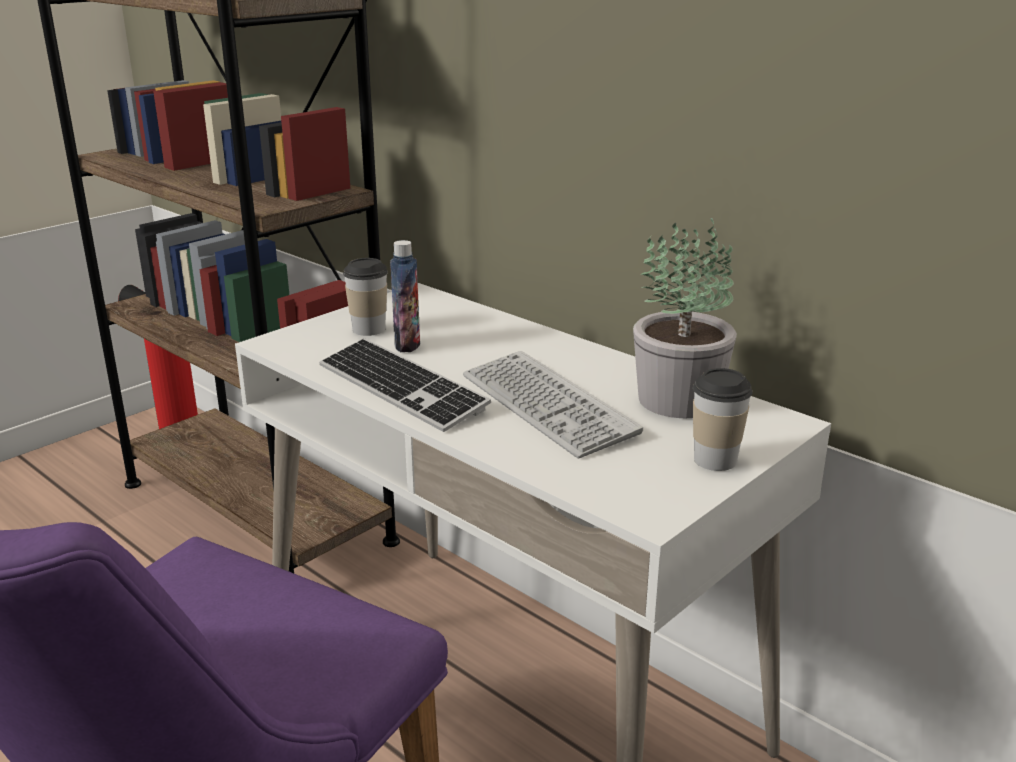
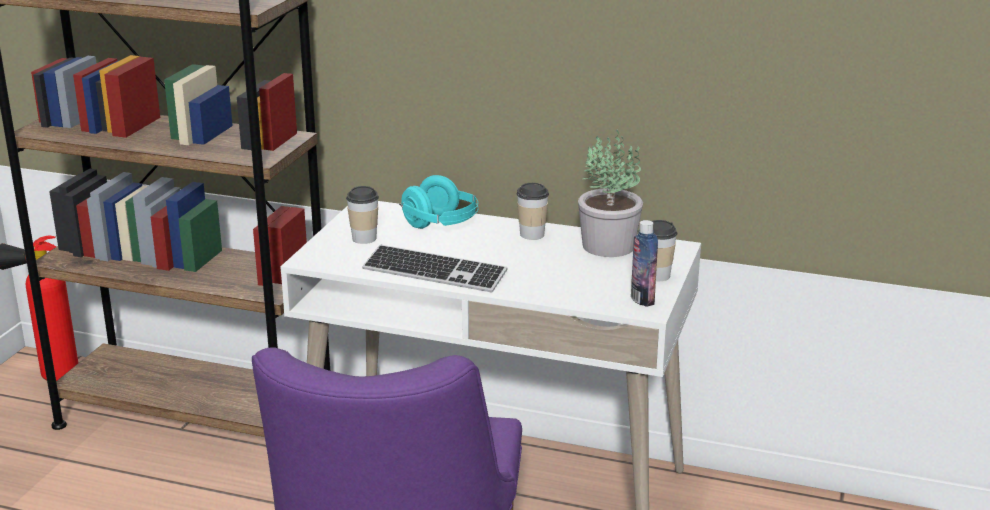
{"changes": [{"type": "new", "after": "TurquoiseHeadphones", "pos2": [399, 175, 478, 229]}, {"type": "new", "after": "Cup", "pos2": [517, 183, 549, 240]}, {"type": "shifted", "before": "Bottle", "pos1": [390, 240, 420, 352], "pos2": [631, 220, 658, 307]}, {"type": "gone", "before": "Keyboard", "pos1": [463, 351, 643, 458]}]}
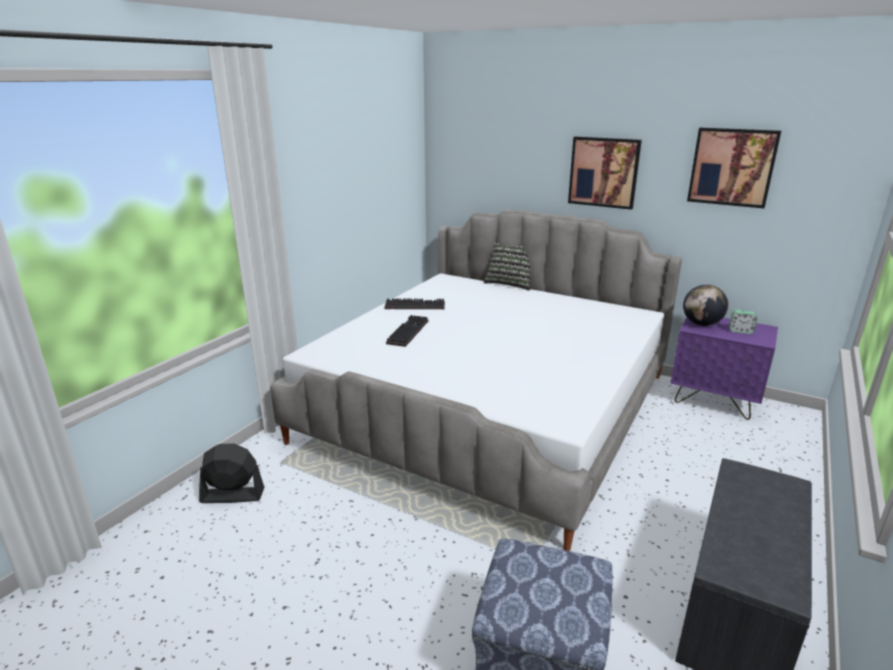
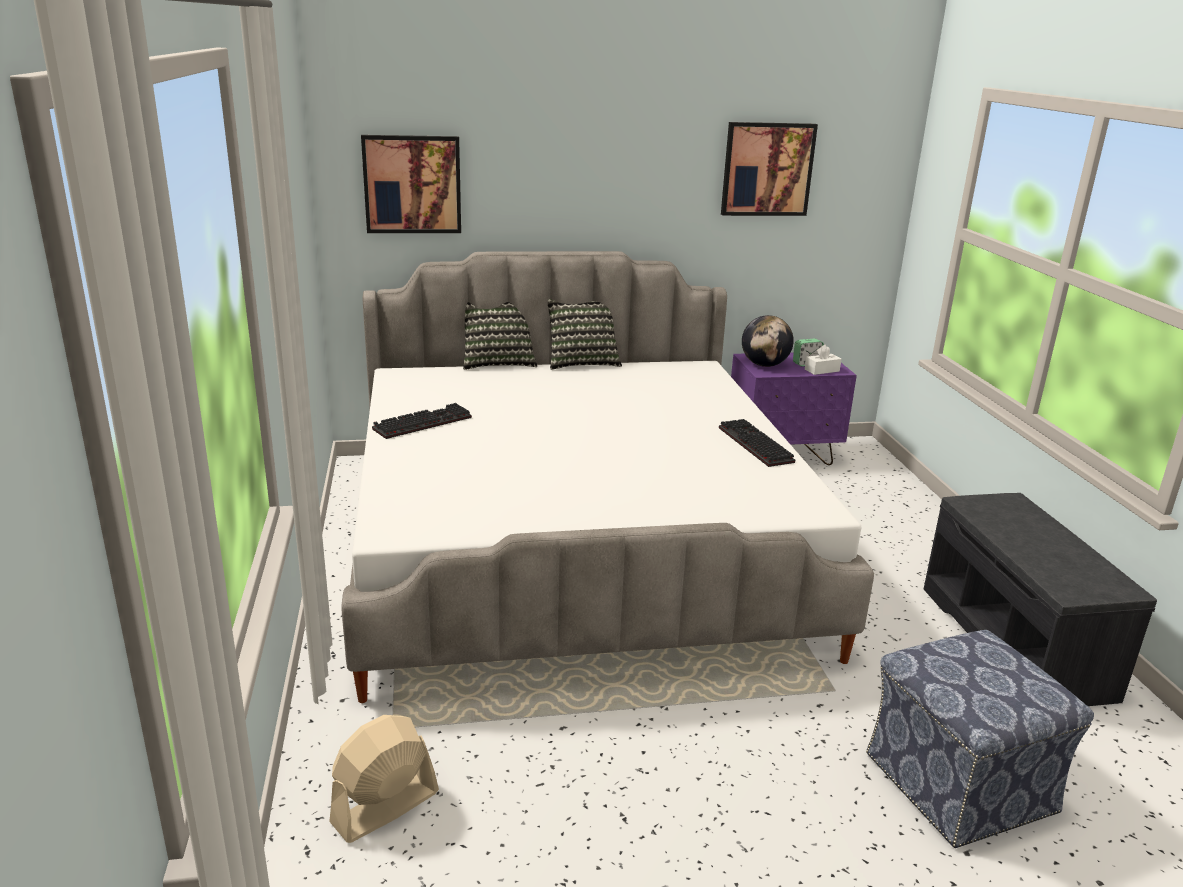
{"changes": [{"type": "repainted", "before": "BlackFan", "after": "BeigeFan", "pos1": [199, 443, 264, 503], "pos2": [329, 715, 439, 843]}, {"type": "shifted", "before": "Picture", "pos1": [568, 137, 642, 210], "pos2": [361, 135, 461, 233]}, {"type": "new", "after": "Pillow", "pos2": [548, 299, 622, 370]}, {"type": "shifted", "before": "Keyboard", "pos1": [386, 315, 428, 347], "pos2": [719, 419, 795, 467]}, {"type": "new", "after": "WhiteTissueBox", "pos2": [805, 345, 841, 375]}]}
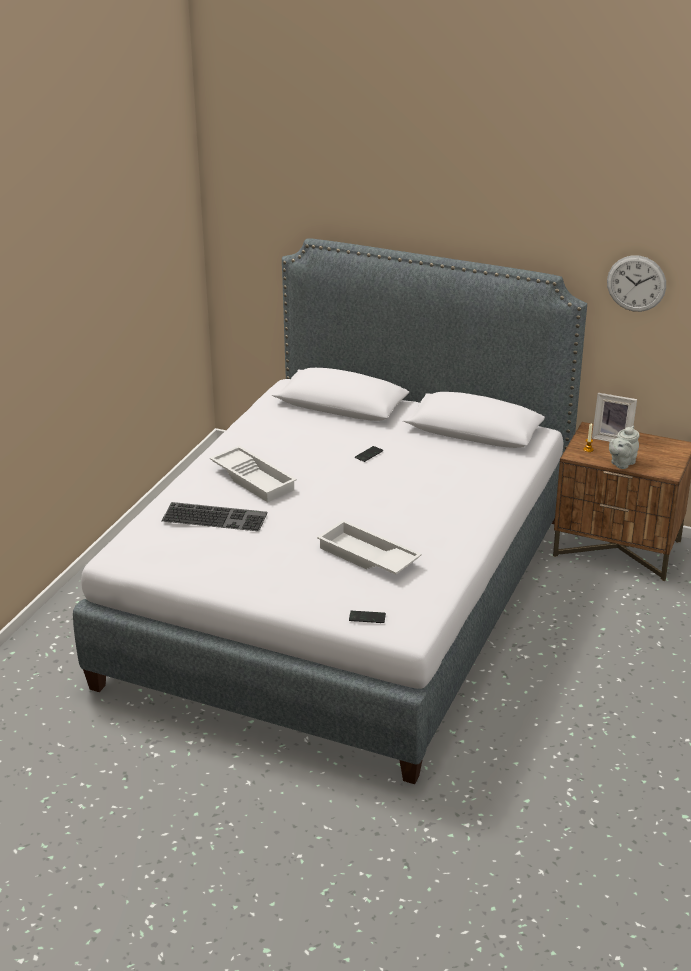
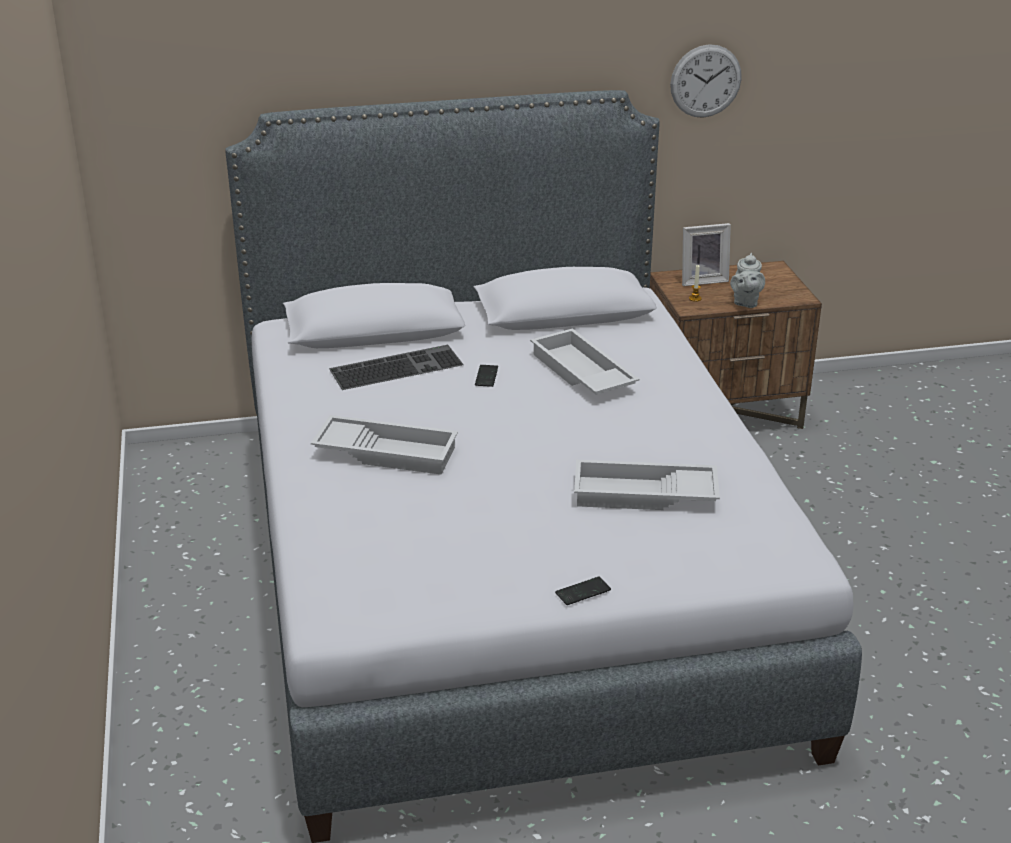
{"changes": [{"type": "shifted", "before": "Keyboard", "pos1": [162, 502, 267, 532], "pos2": [329, 345, 464, 390]}, {"type": "new", "after": "WhiteTray", "pos2": [530, 328, 639, 395]}, {"type": "shifted", "before": "Phone", "pos1": [349, 611, 386, 623], "pos2": [555, 577, 611, 605]}]}
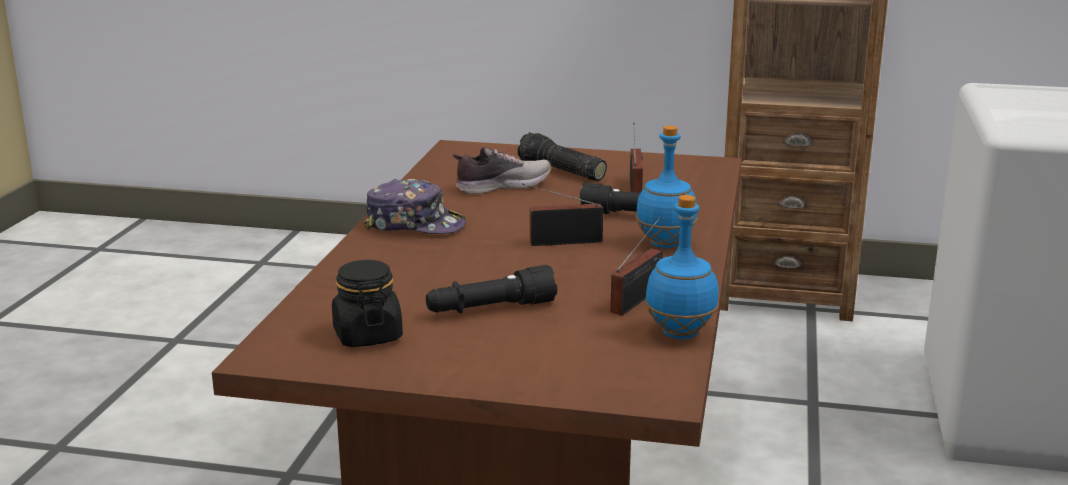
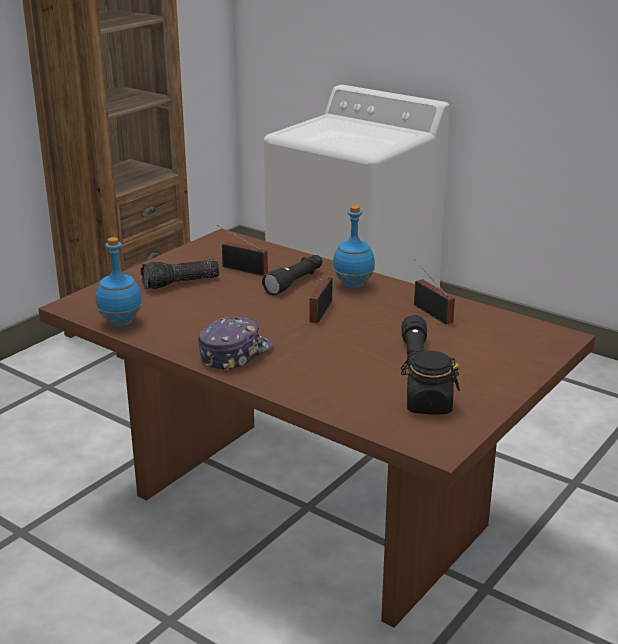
{"changes": [{"type": "shifted", "before": "BlueBottle", "pos1": [645, 195, 719, 339], "pos2": [95, 237, 142, 327]}, {"type": "gone", "before": "Shoe", "pos1": [453, 147, 551, 194]}]}
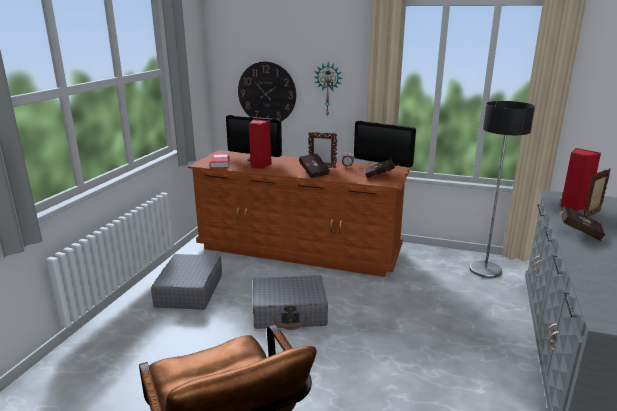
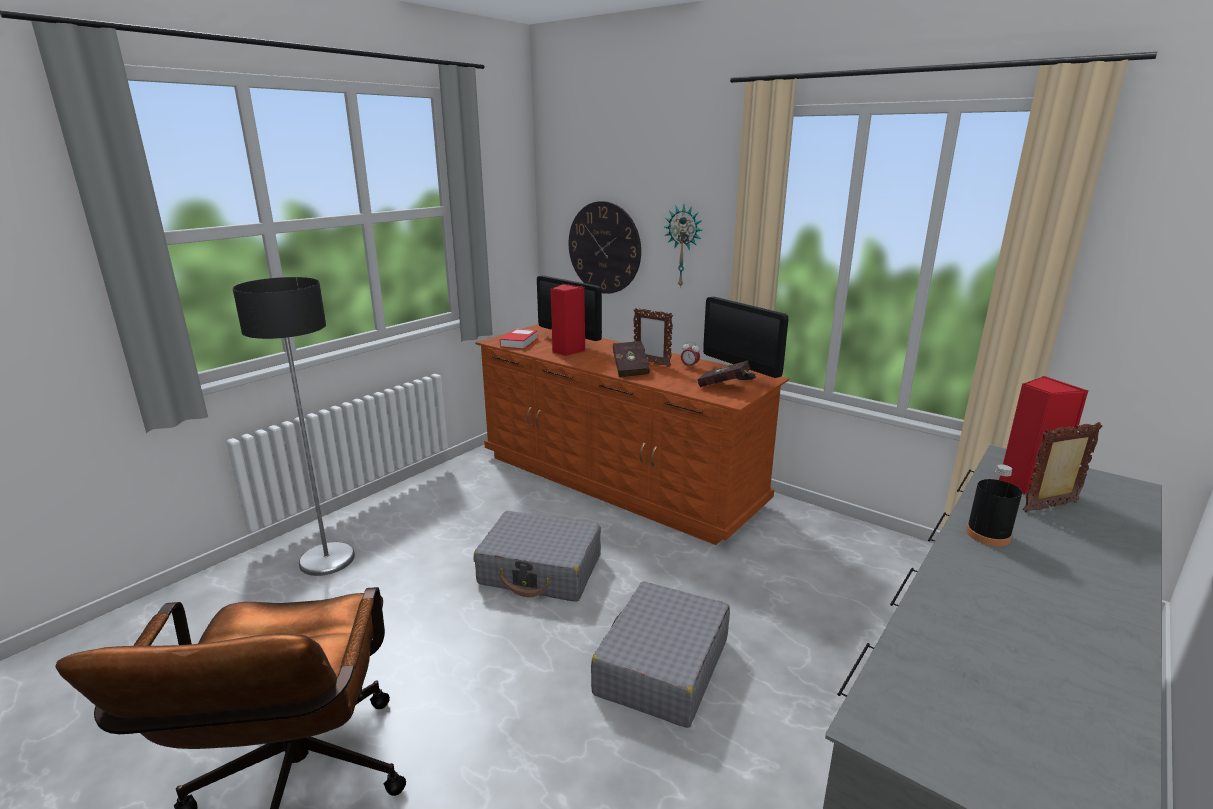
{"changes": [{"type": "shifted", "before": "FloorLamp", "pos1": [469, 101, 535, 278], "pos2": [233, 277, 355, 576]}, {"type": "shifted", "before": "GreySuitcase", "pos1": [151, 254, 222, 310], "pos2": [591, 581, 730, 728]}, {"type": "swapped", "before": "RedBook", "after": "BlackBottle", "pos1": [556, 206, 605, 241], "pos2": [966, 464, 1022, 546]}]}
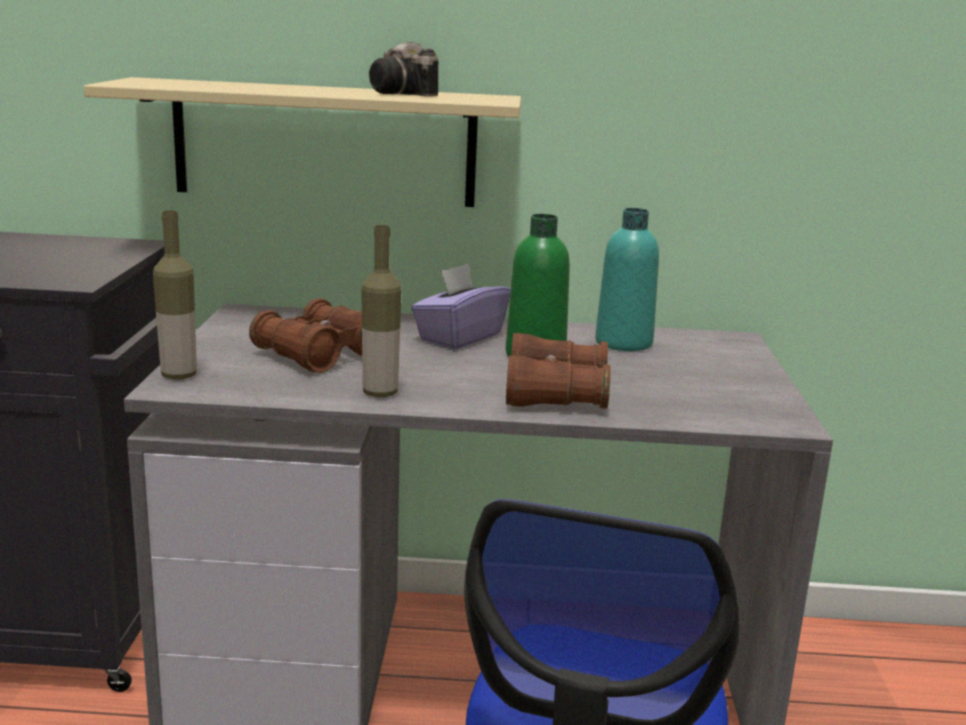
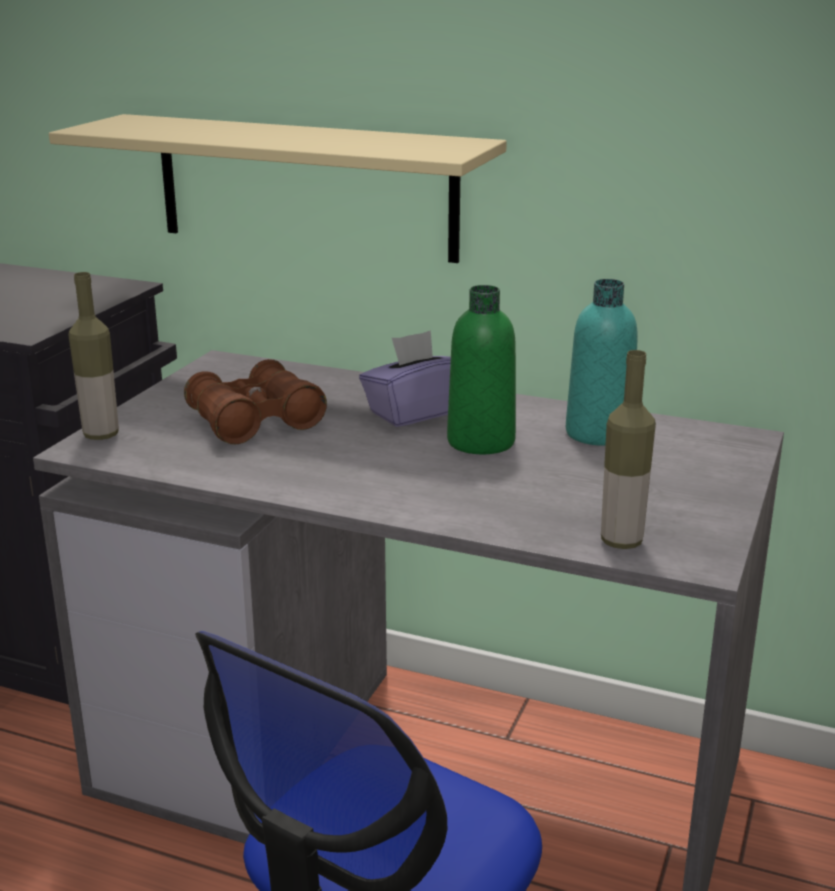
{"changes": [{"type": "shifted", "before": "Bottle", "pos1": [361, 225, 402, 397], "pos2": [601, 350, 656, 549]}, {"type": "gone", "before": "PhotoCamera", "pos1": [369, 42, 438, 97]}, {"type": "gone", "before": "BrownBinoculars", "pos1": [506, 333, 611, 409]}]}
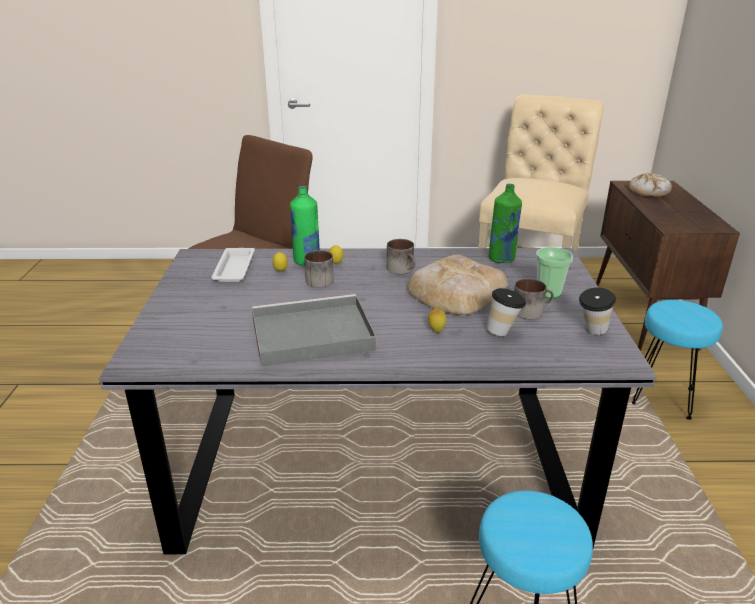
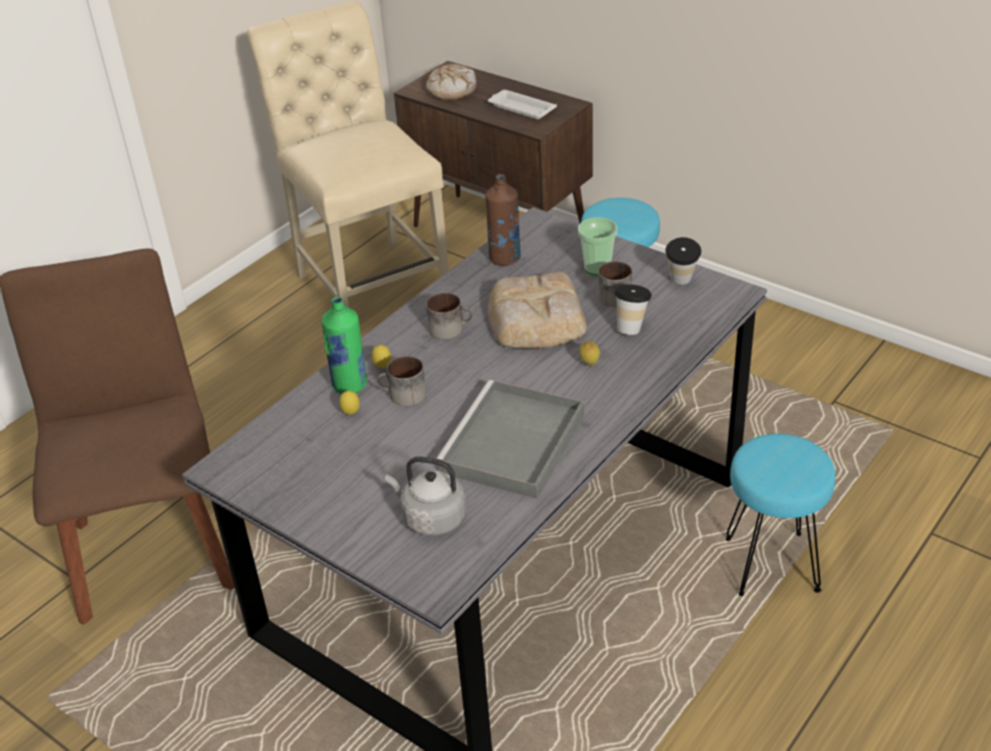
{"changes": [{"type": "new", "after": "GreyKettle", "pos2": [385, 456, 466, 536]}, {"type": "repainted", "before": "GreenBottle", "after": "BrownBottle", "pos1": [489, 184, 522, 263], "pos2": [485, 174, 521, 266]}, {"type": "shifted", "before": "WhiteTray", "pos1": [211, 248, 255, 282], "pos2": [488, 90, 557, 119]}]}
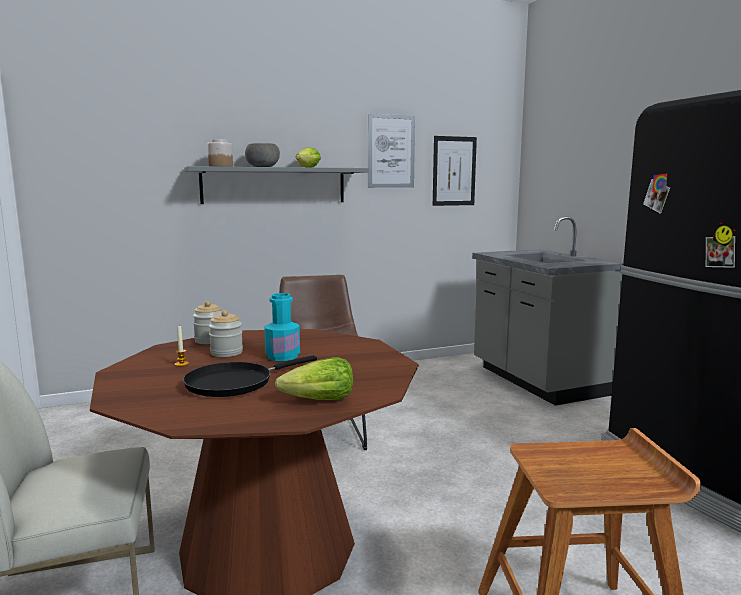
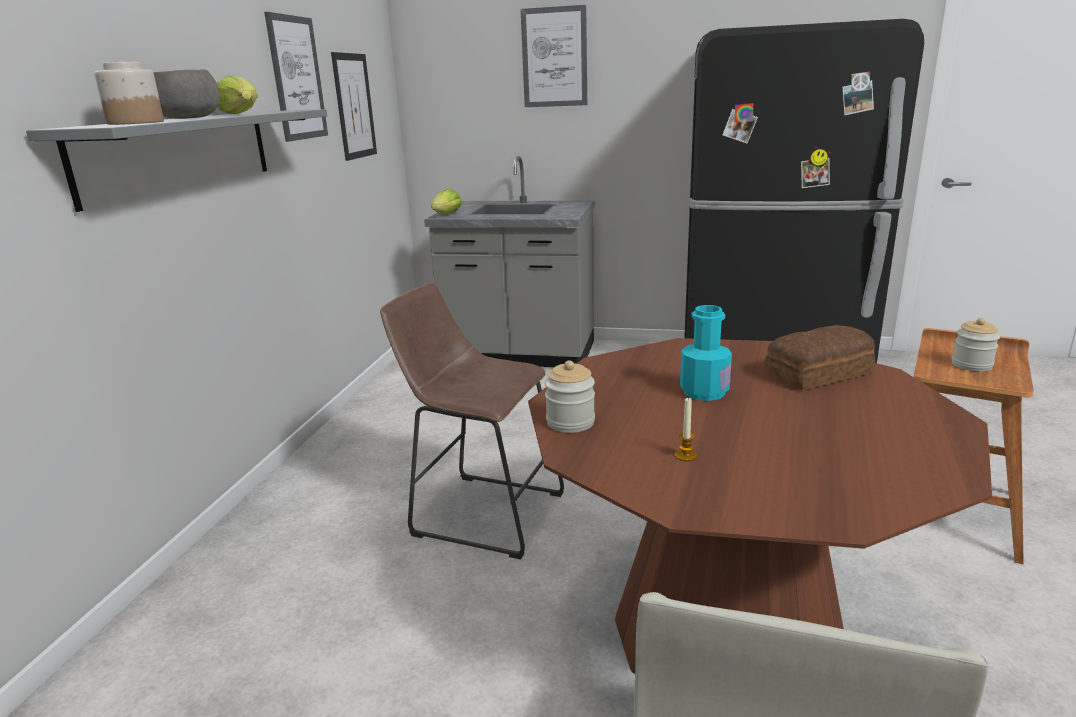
{"changes": [{"type": "shifted", "before": "Lettuce", "pos1": [275, 357, 353, 400], "pos2": [431, 189, 462, 214]}, {"type": "new", "after": "Picture", "pos2": [521, 5, 587, 107]}, {"type": "new", "after": "Bread", "pos2": [764, 325, 875, 390]}, {"type": "shifted", "before": "Jar", "pos1": [209, 310, 243, 357], "pos2": [952, 318, 1000, 372]}, {"type": "gone", "before": "BlackFryingPan", "pos1": [183, 356, 317, 397]}]}
